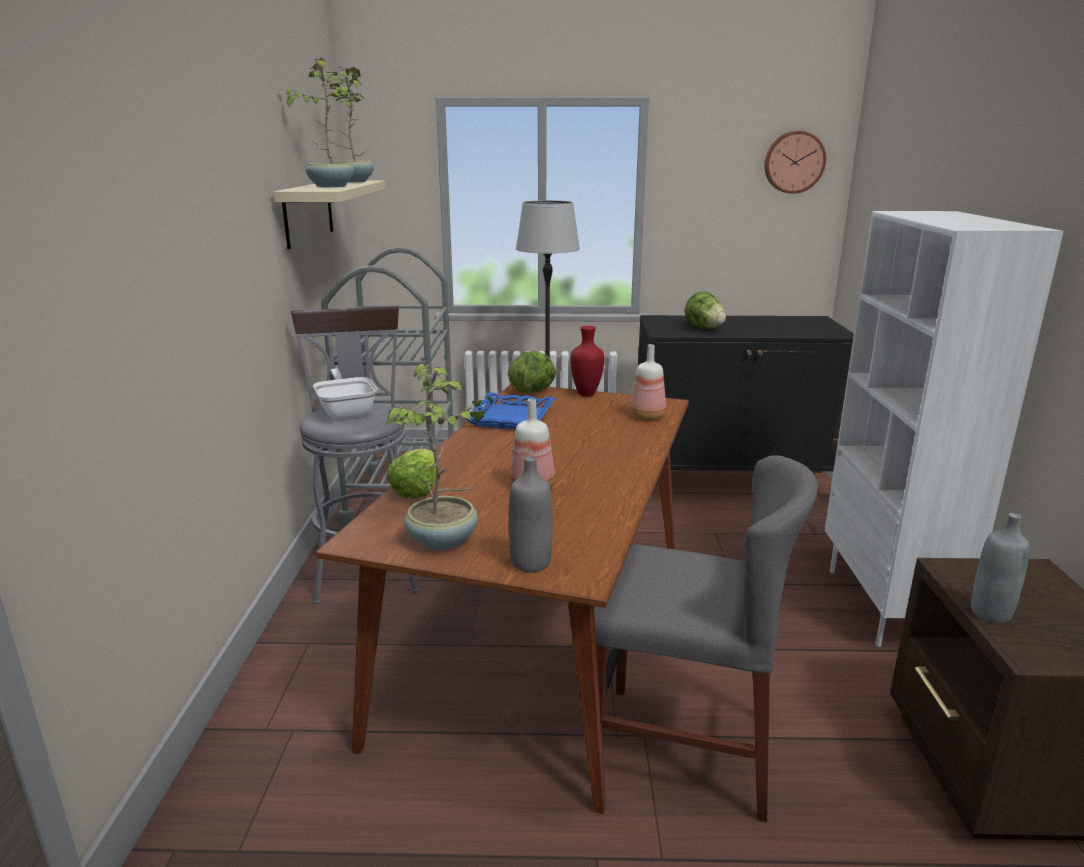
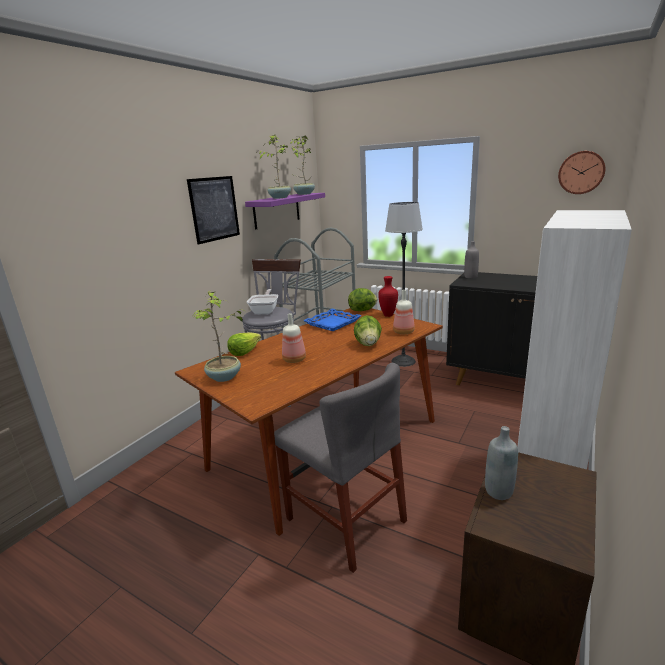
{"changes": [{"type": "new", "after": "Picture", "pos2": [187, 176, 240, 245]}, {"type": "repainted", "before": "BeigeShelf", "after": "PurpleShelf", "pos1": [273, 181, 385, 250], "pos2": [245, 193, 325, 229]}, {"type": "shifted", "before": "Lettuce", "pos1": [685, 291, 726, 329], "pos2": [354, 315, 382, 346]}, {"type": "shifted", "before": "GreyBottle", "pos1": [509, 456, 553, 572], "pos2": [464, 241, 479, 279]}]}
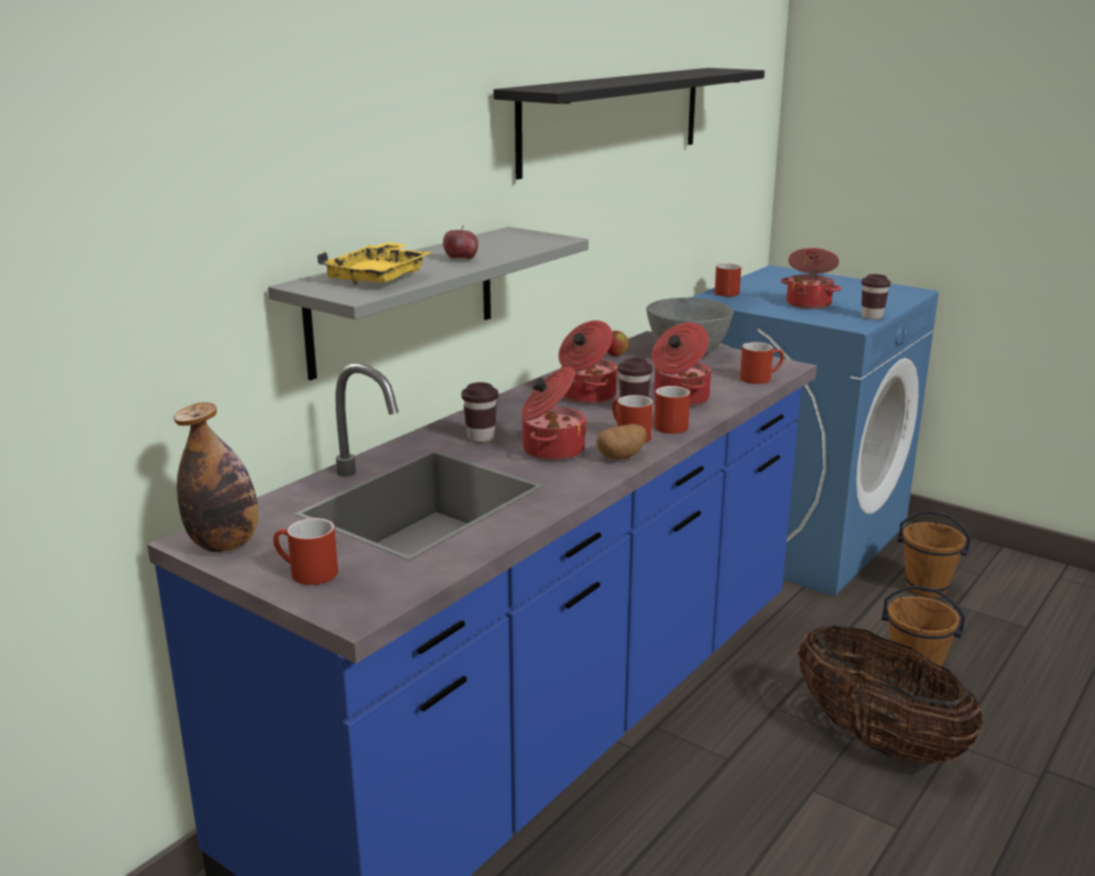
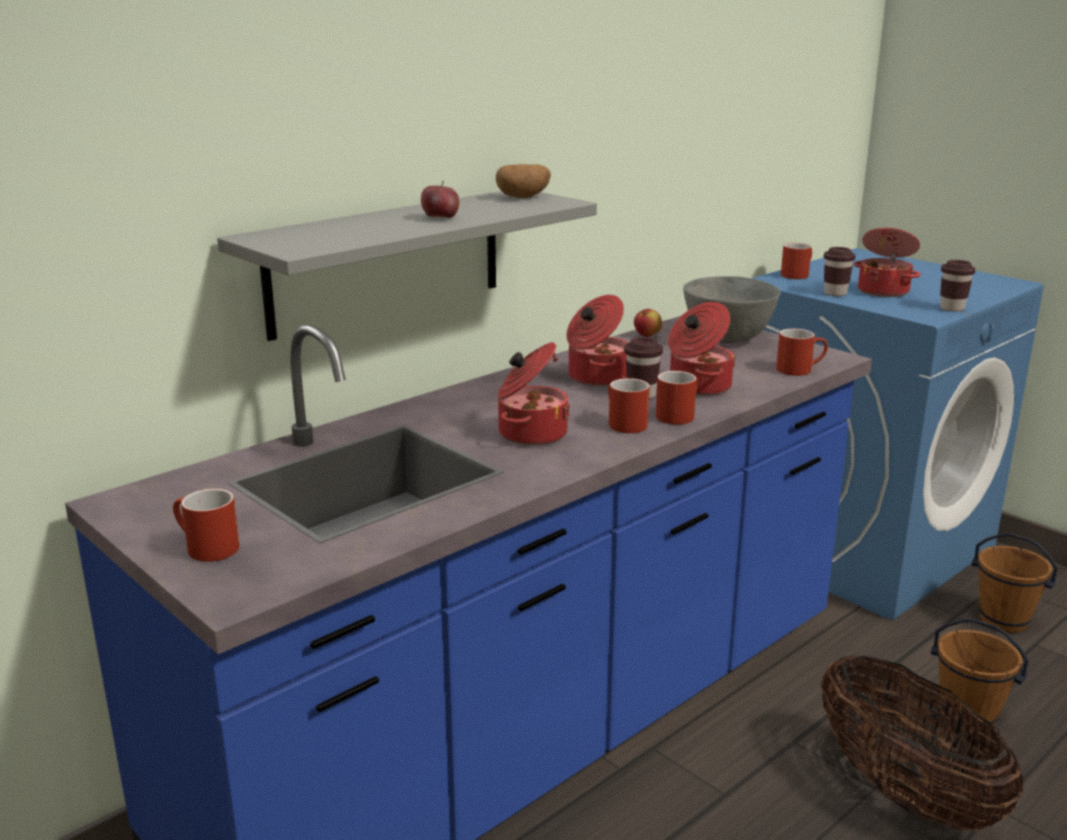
{"changes": [{"type": "shifted", "before": "Potato", "pos1": [597, 424, 647, 460], "pos2": [496, 164, 551, 198]}, {"type": "shifted", "before": "BrownCup", "pos1": [461, 382, 499, 442], "pos2": [824, 247, 856, 296]}, {"type": "gone", "before": "Bottle", "pos1": [173, 402, 259, 552]}, {"type": "gone", "before": "YellowTray", "pos1": [317, 242, 433, 284]}, {"type": "gone", "before": "BlackShelf", "pos1": [493, 68, 765, 179]}]}
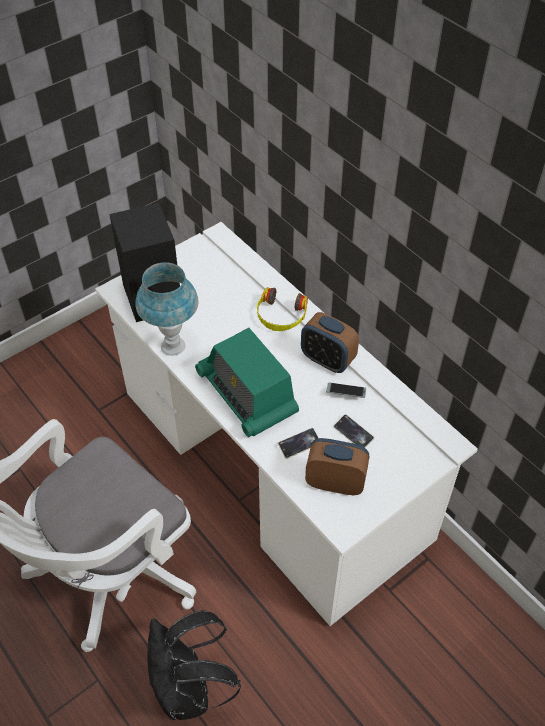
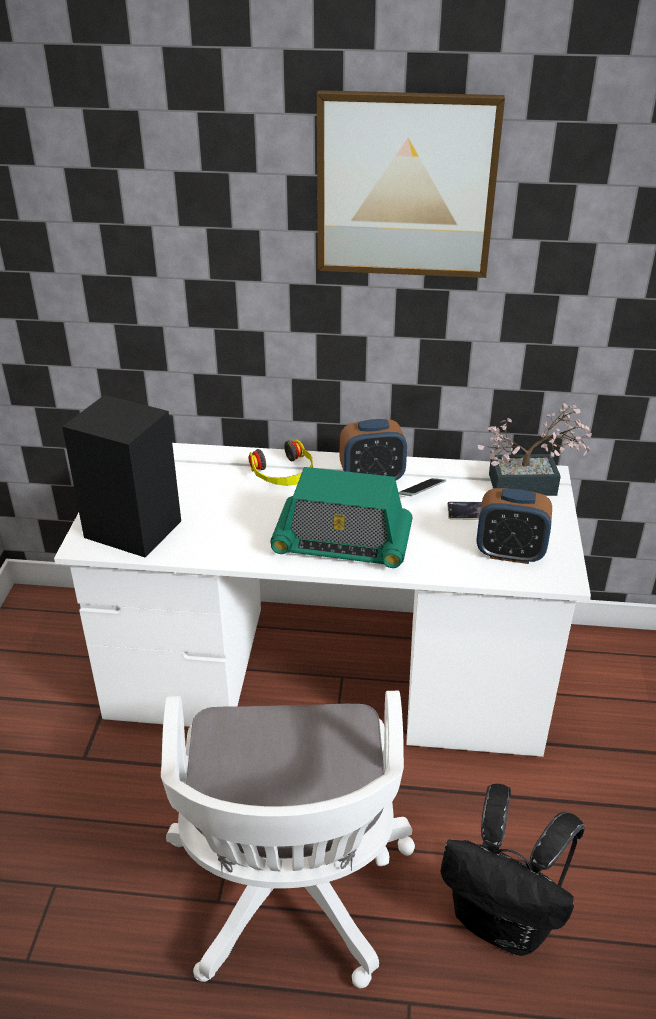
{"changes": [{"type": "new", "after": "Picture", "pos2": [317, 90, 505, 278]}, {"type": "rotated", "before": "AlarmClock", "pos1": [305, 438, 369, 495], "pos2": [477, 488, 552, 564], "turn": -135}, {"type": "new", "after": "PottedPlant", "pos2": [478, 403, 592, 496]}, {"type": "gone", "before": "BlueTableLamp", "pos1": [136, 262, 199, 356]}, {"type": "gone", "before": "Phone", "pos1": [278, 428, 319, 459]}]}
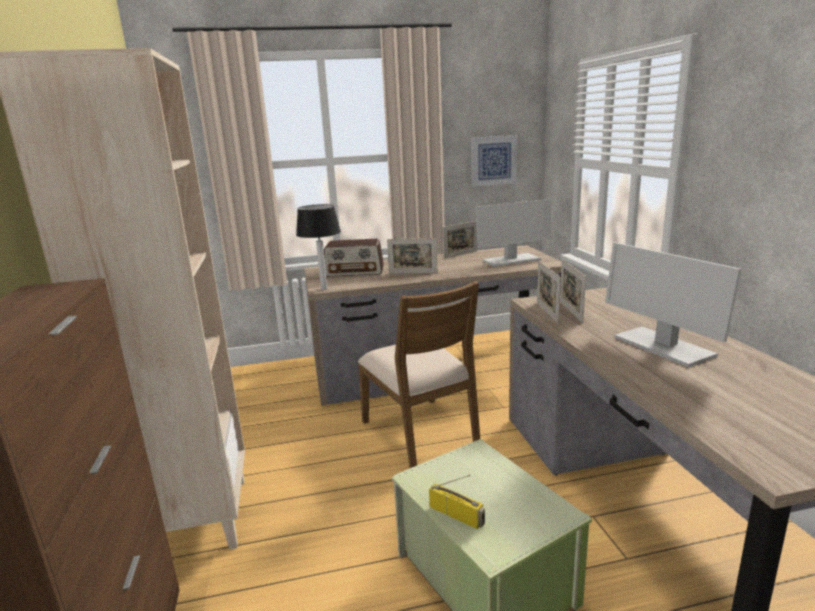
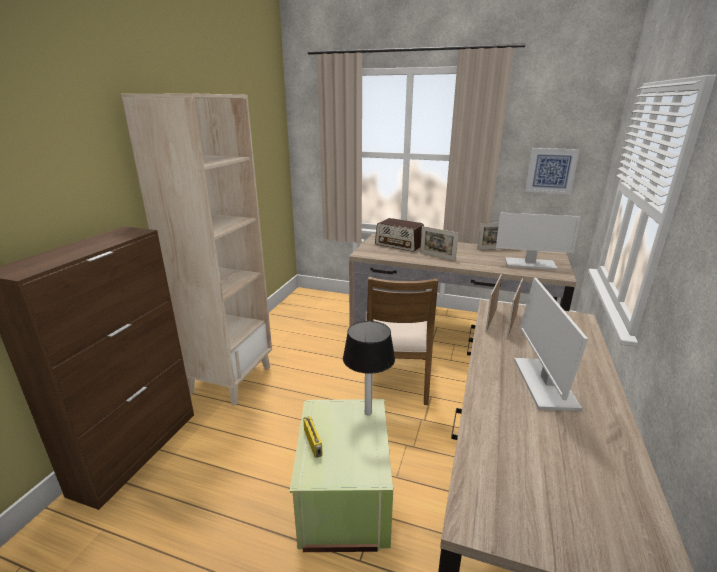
{"changes": [{"type": "shifted", "before": "TableLamp", "pos1": [296, 204, 341, 290], "pos2": [343, 321, 395, 415]}]}
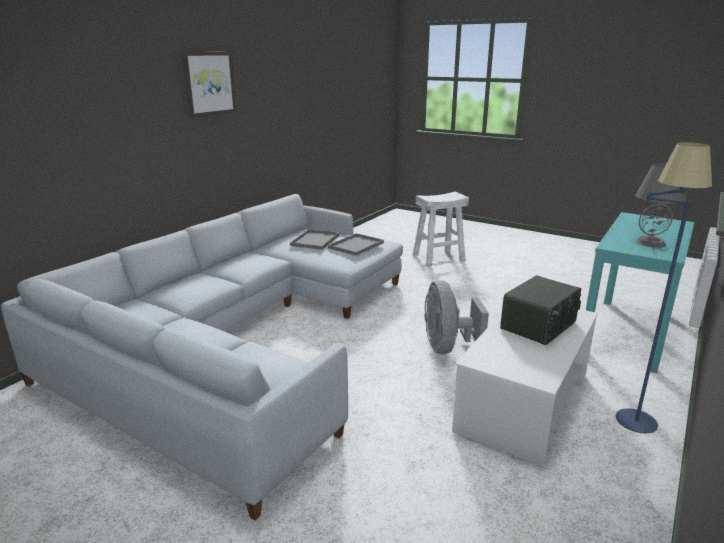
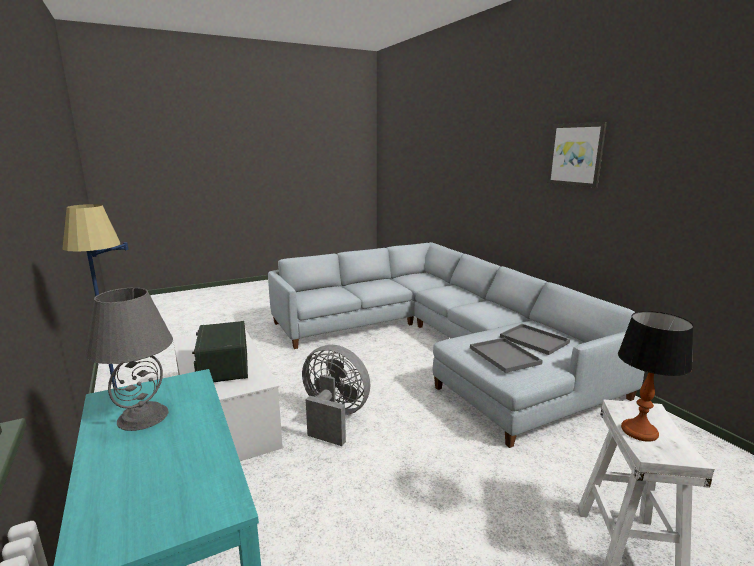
{"changes": [{"type": "new", "after": "TableLamp", "pos2": [618, 311, 694, 442]}]}
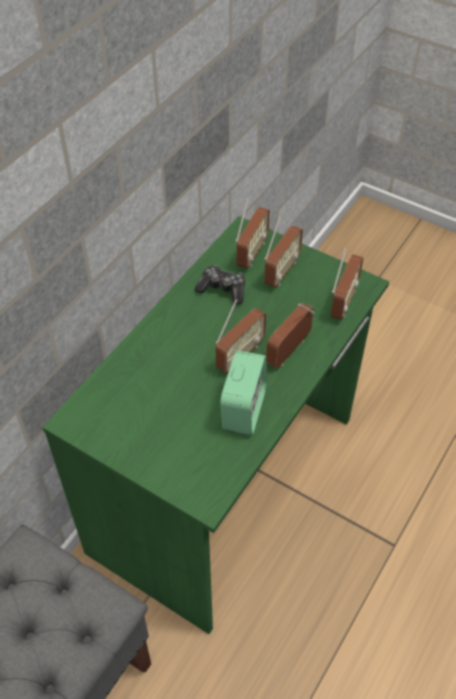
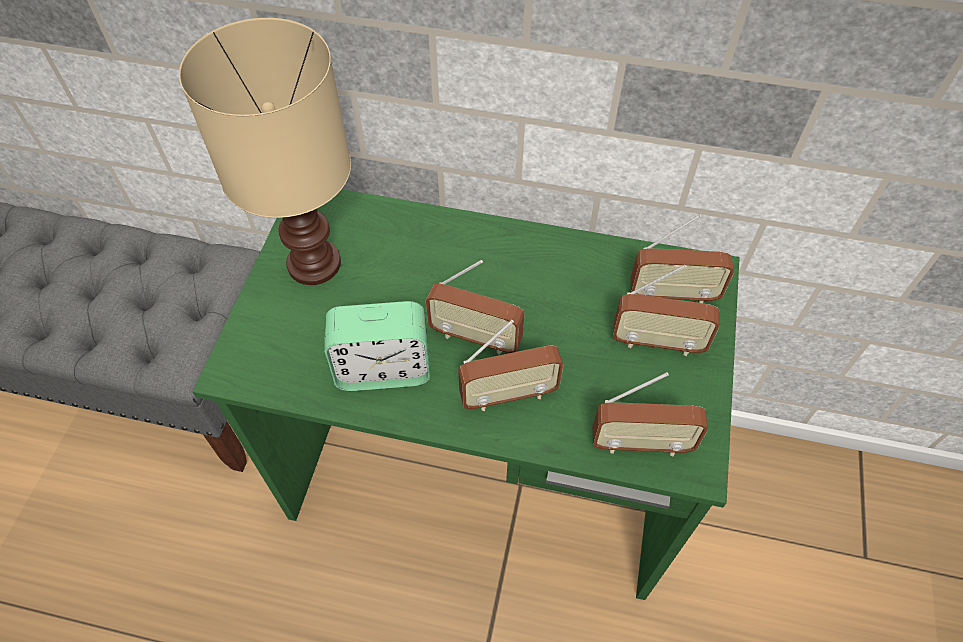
{"changes": [{"type": "new", "after": "BeigeTableLamp", "pos2": [179, 18, 351, 285]}, {"type": "rotated", "before": "Radio", "pos1": [266, 303, 314, 368], "pos2": [458, 320, 563, 411], "turn": 150}, {"type": "gone", "before": "GameController", "pos1": [195, 265, 245, 305]}]}
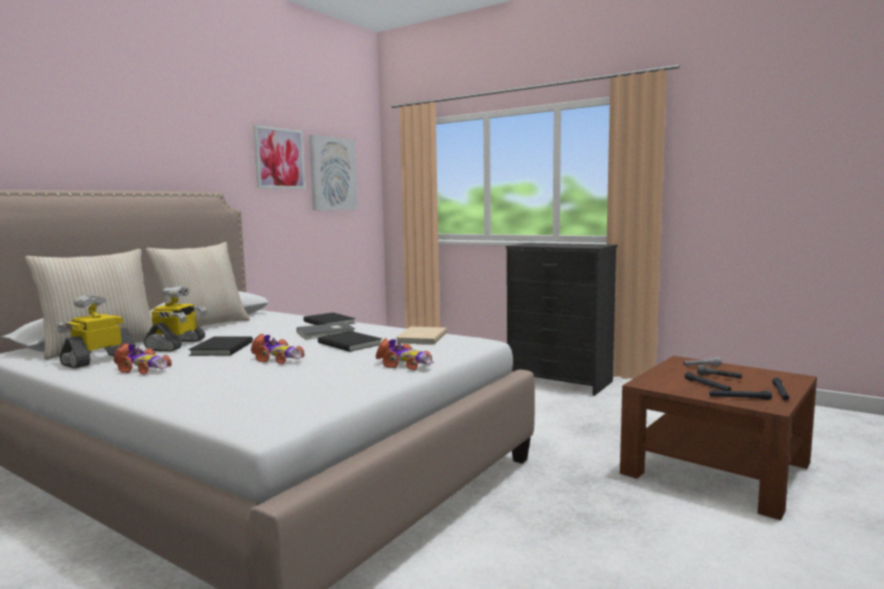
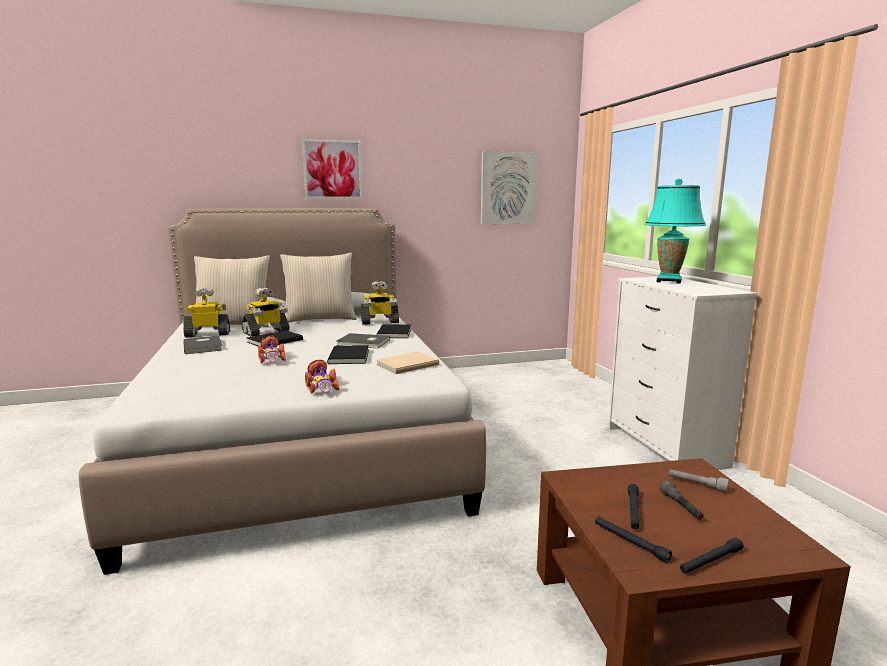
{"changes": [{"type": "swapped", "before": "ToyCar", "after": "GreyBook", "pos1": [114, 343, 172, 375], "pos2": [183, 335, 222, 354]}, {"type": "shifted", "before": "Picture", "pos1": [253, 125, 305, 189], "pos2": [302, 139, 363, 199]}, {"type": "new", "after": "ToyRobot", "pos2": [361, 281, 399, 324]}, {"type": "repainted", "before": "BlackDresser", "after": "WhiteDresser", "pos1": [506, 243, 617, 396], "pos2": [608, 277, 758, 470]}, {"type": "new", "after": "TurquoiseTableLamp", "pos2": [645, 178, 706, 284]}]}
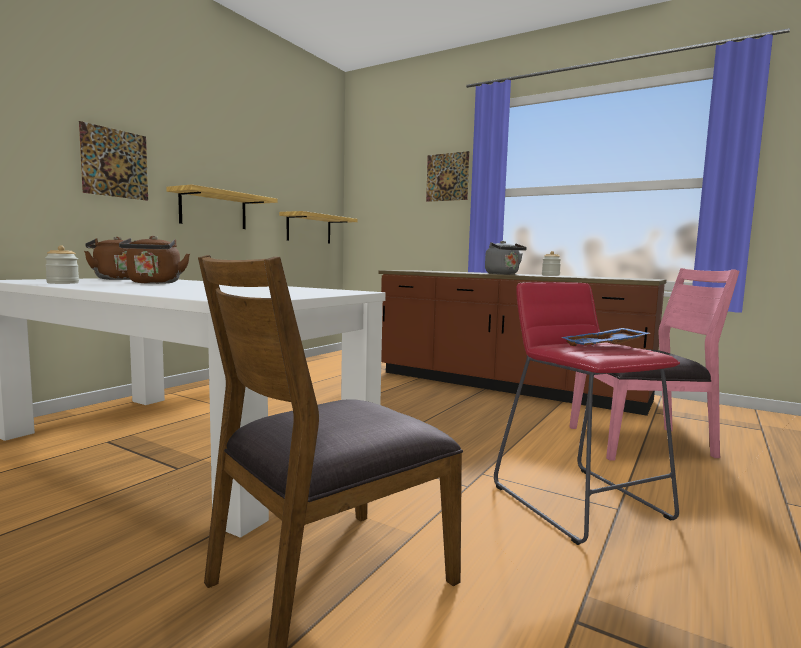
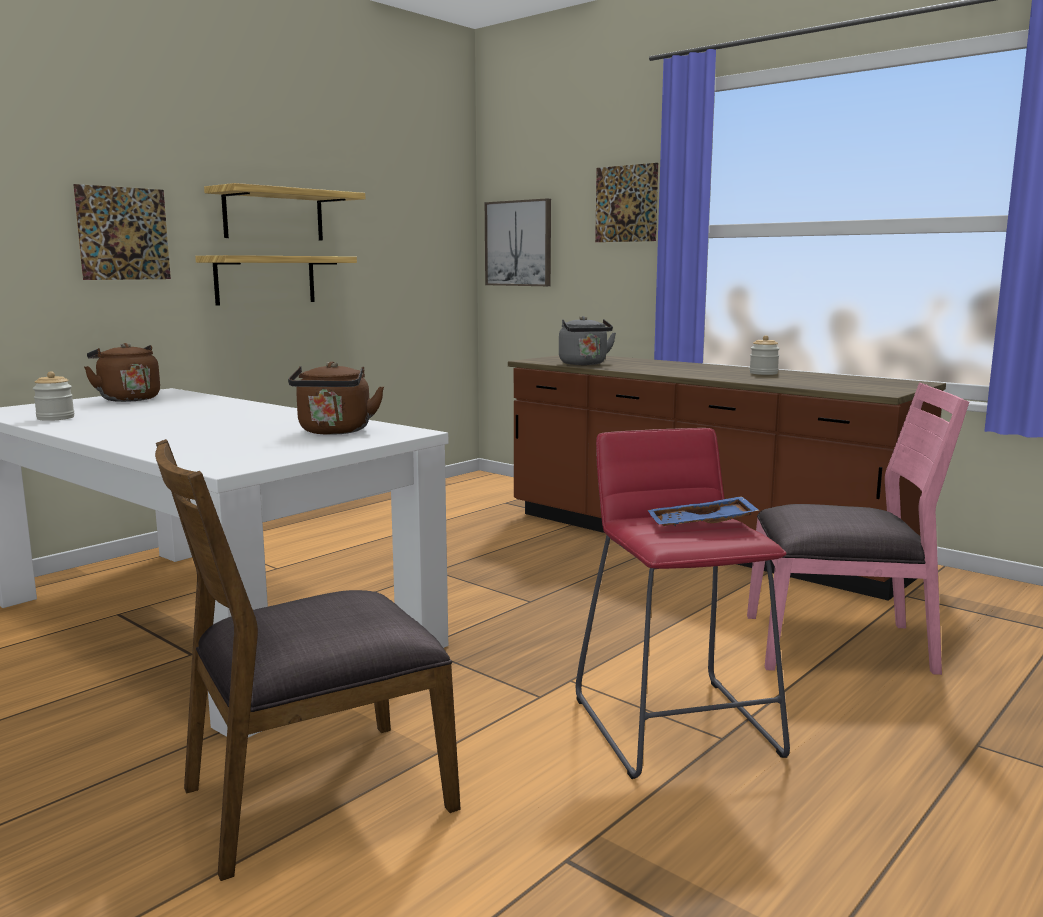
{"changes": [{"type": "shifted", "before": "Shelf", "pos1": [279, 211, 358, 243], "pos2": [204, 183, 366, 240]}, {"type": "shifted", "before": "BrownKettle", "pos1": [119, 236, 190, 284], "pos2": [288, 362, 384, 435]}, {"type": "new", "after": "Picture", "pos2": [485, 198, 551, 286]}, {"type": "shifted", "before": "GreyKettle", "pos1": [485, 241, 527, 274], "pos2": [559, 316, 616, 365]}]}
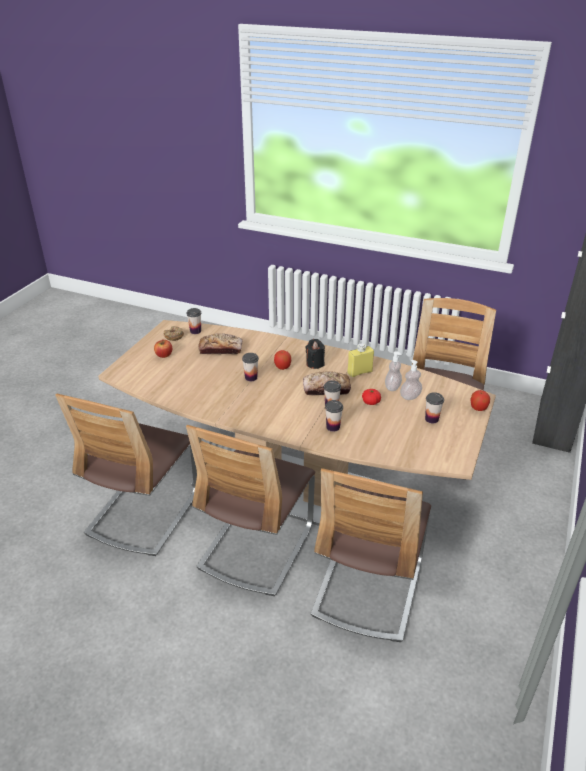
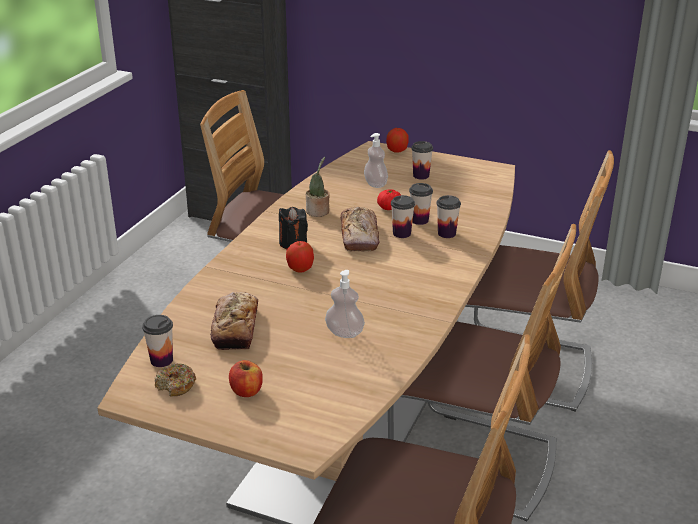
{"changes": [{"type": "swapped", "before": "YellowBottle", "after": "PottedPlant", "pos1": [347, 343, 374, 377], "pos2": [306, 157, 330, 217]}, {"type": "shifted", "before": "SoapDispenser", "pos1": [385, 351, 402, 391], "pos2": [325, 270, 365, 338]}, {"type": "shifted", "before": "Cup", "pos1": [242, 353, 259, 381], "pos2": [409, 183, 433, 225]}]}
